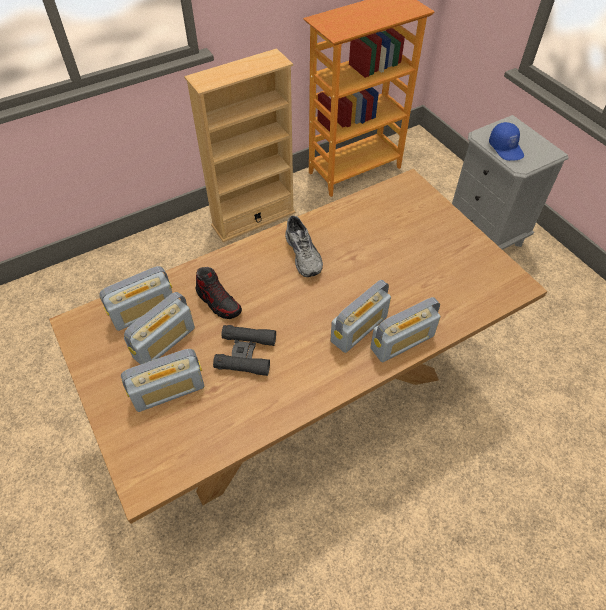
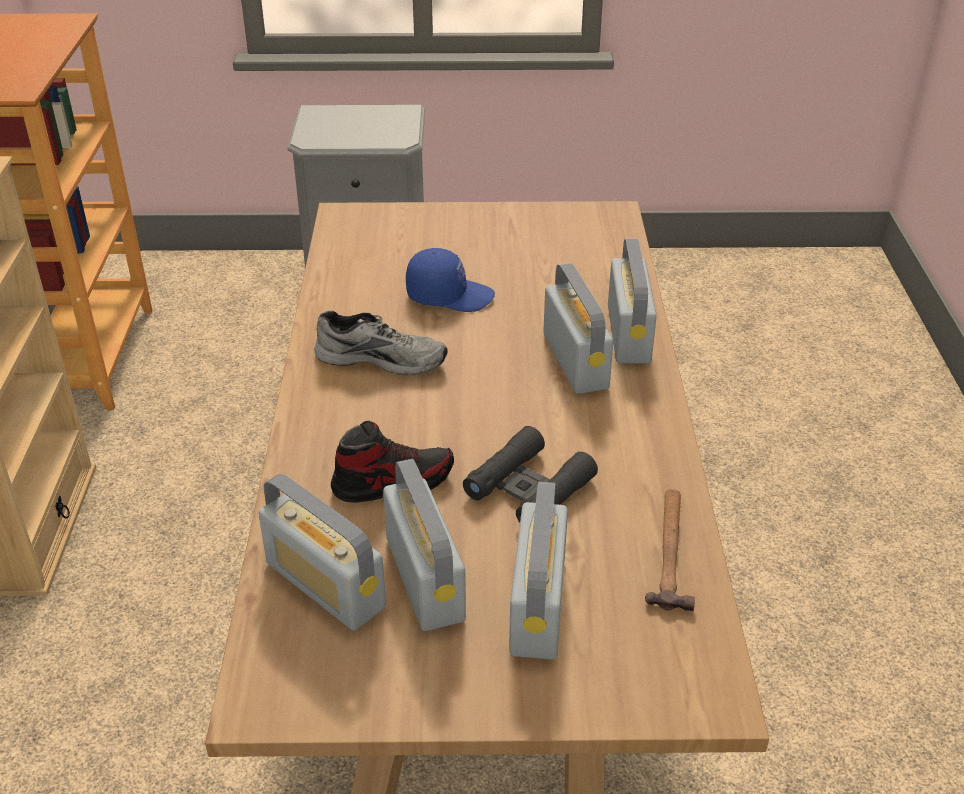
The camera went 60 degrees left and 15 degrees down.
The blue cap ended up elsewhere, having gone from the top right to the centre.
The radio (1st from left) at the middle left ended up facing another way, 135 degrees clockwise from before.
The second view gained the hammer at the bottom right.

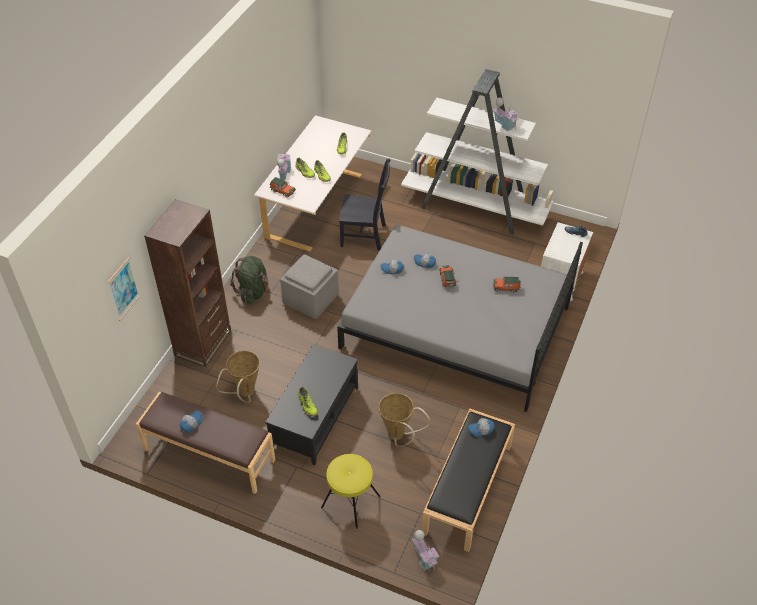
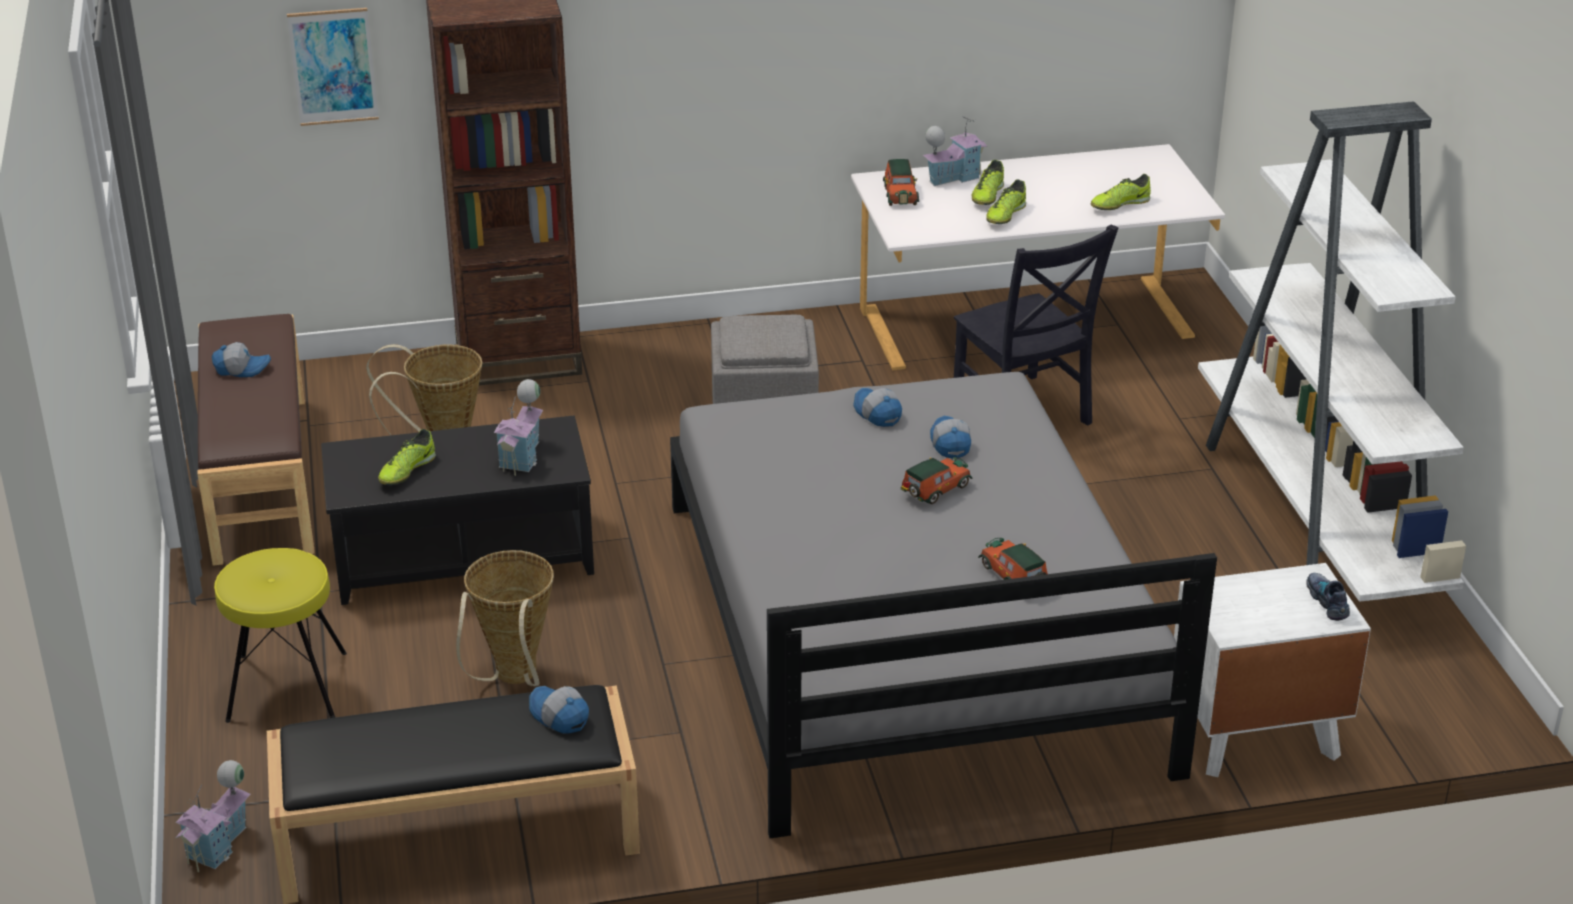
The camera went 55 degrees right and 15 degrees down.
The toy house (3rd from left in the first image) ended up elsewhere, having gone from the top right to the middle left.
The second view lost the green backpack at the middle left.

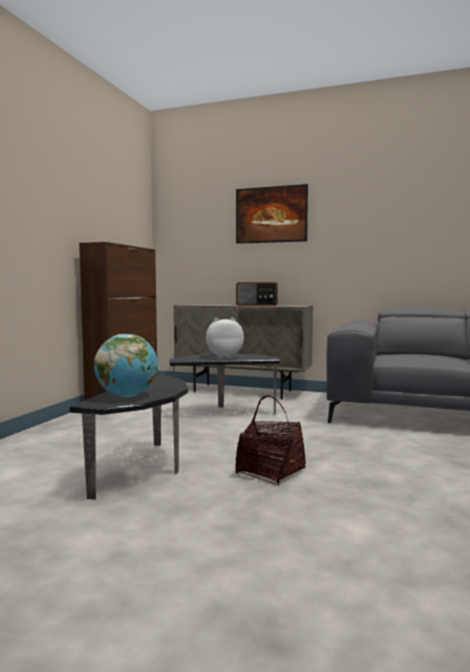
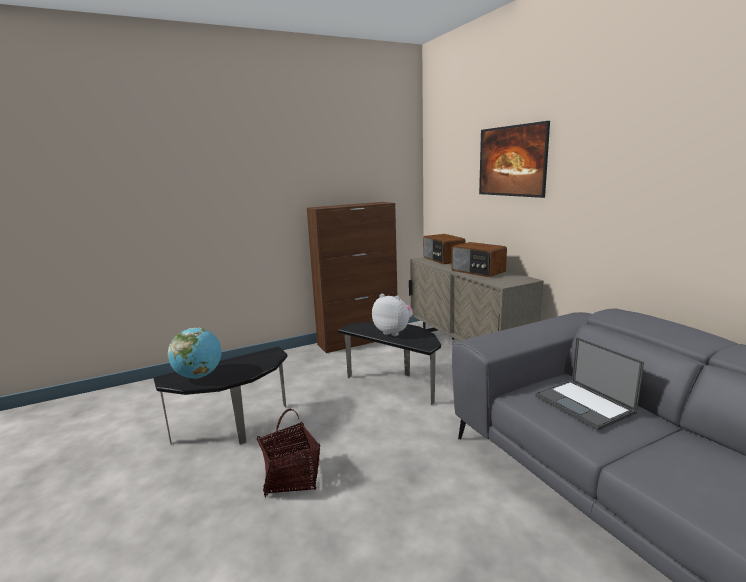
The camera went 45 degrees right and 10 degrees up.
The second view gained the radio (1st from left) at the centre.
The second view gained the laptop at the middle right.

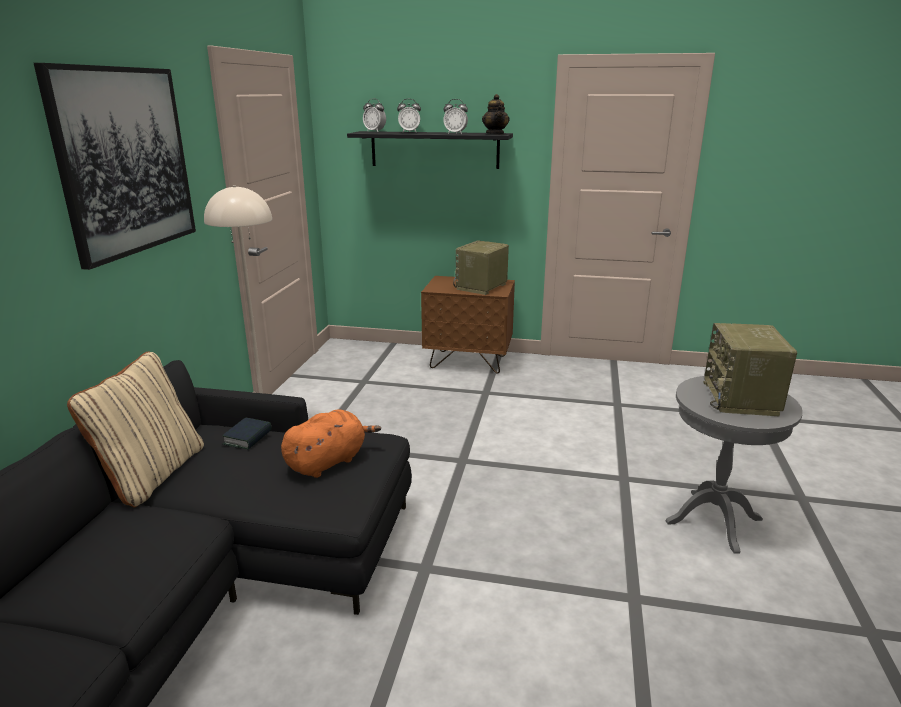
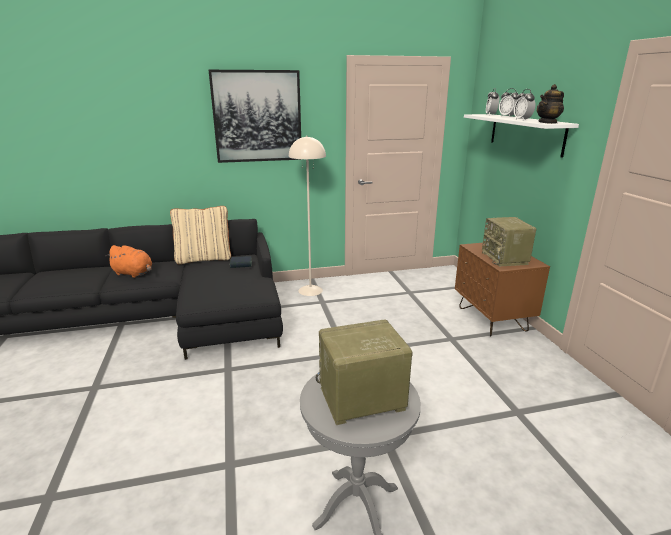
The camera went 65 degrees right and 0 degrees up.
What was the black shelf at the top centre turned into the white shelf at the top right.
The radio (1st from left in the first image) at the centre ended up facing another way, 105 degrees counterclockwise from before.
The orange plush toy ended up elsewhere, having gone from the centre to the middle left.

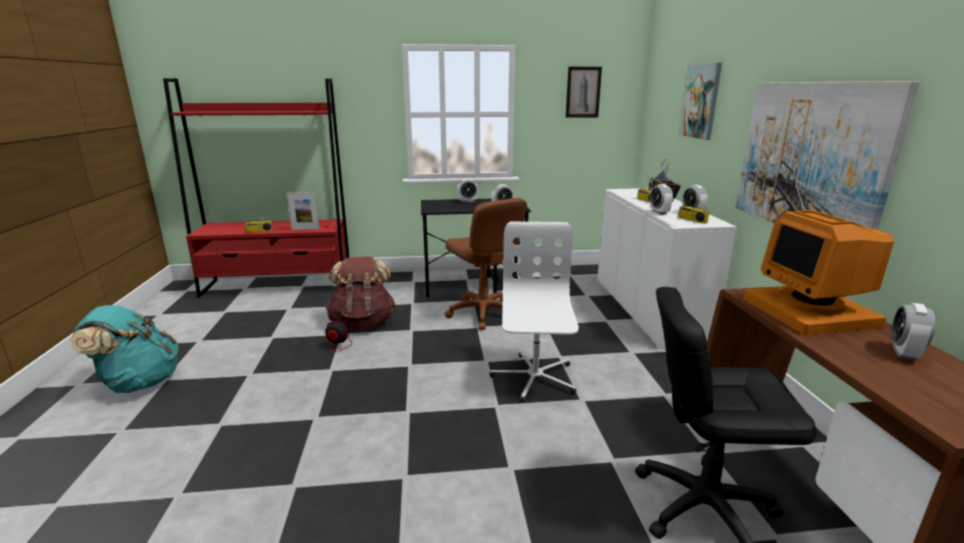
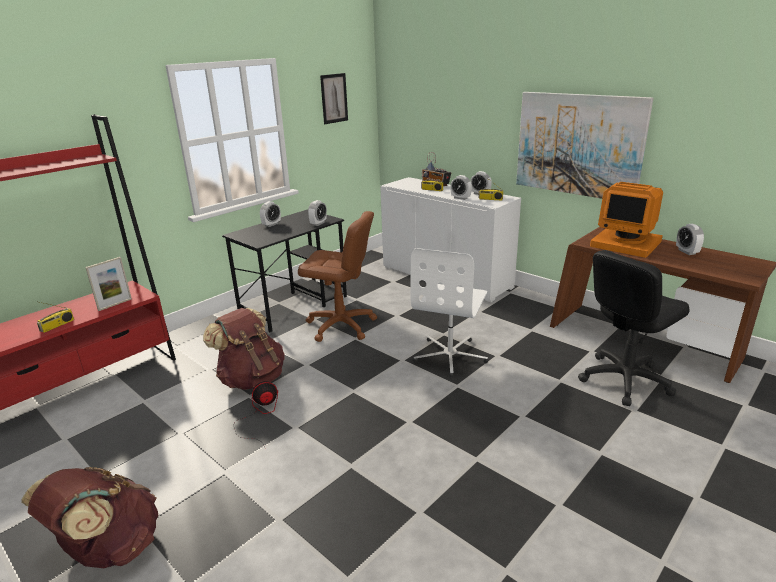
The camera went 40 degrees left and 5 degrees up.
The second view lost the picture (2nd from left) at the top right.
The white office chair at the centre ended up facing another way, 120 degrees counterclockwise from before.
What was the turquoise backpack at the middle left turned into the brown backpack (1st from left) at the bottom left.

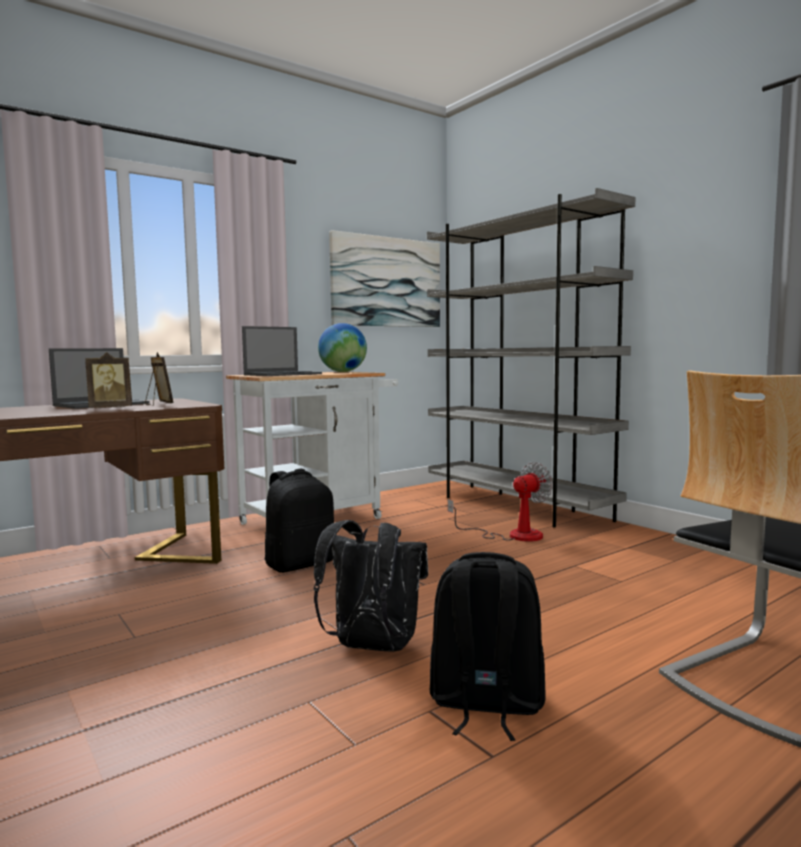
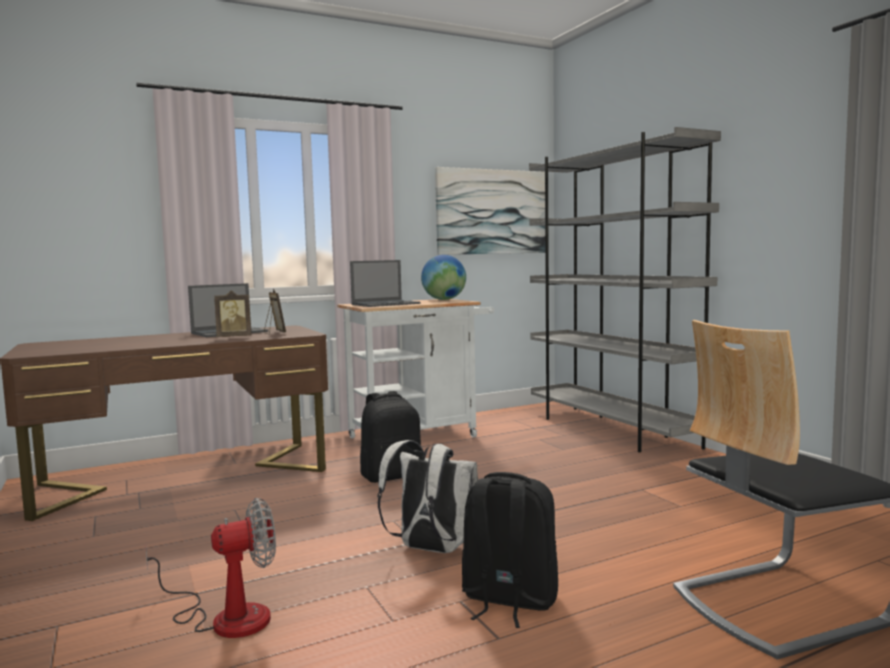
The camera went 10 degrees right and 0 degrees up.
The fan ended up elsewhere, having gone from the centre to the bottom left.
What was the black backpack (2nd from left) at the bottom centre turned into the white backpack at the bottom centre.

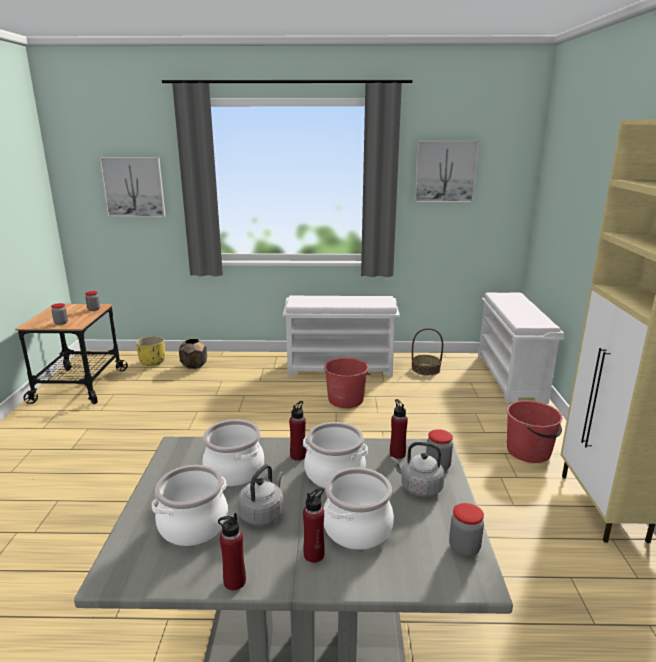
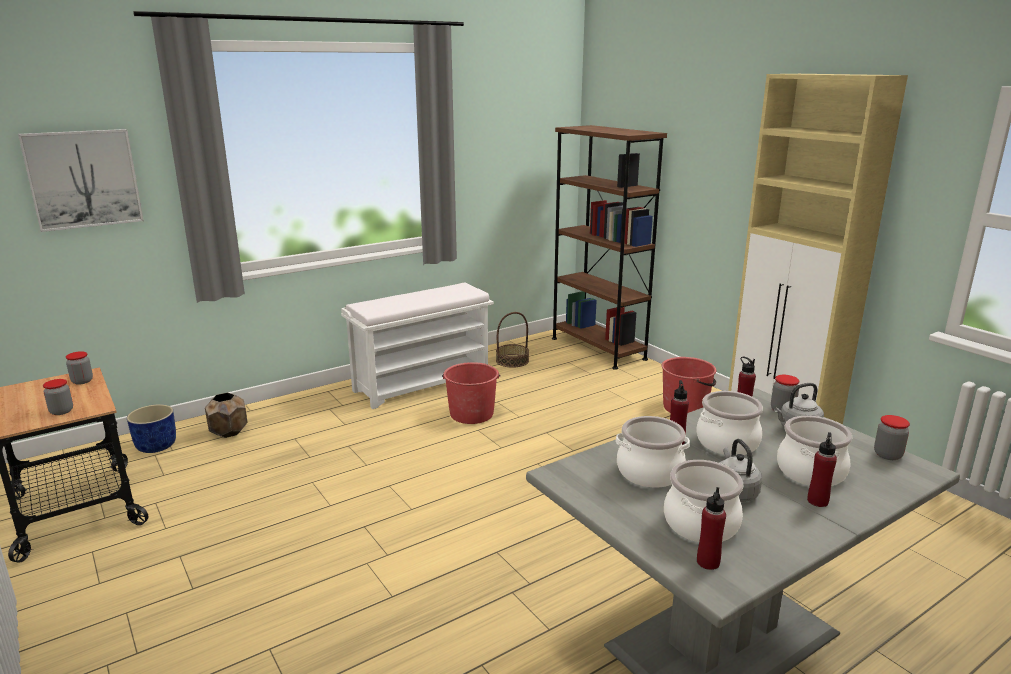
The camera went 35 degrees left and 0 degrees up.
The second view lost the picture (2nd from left) at the top right.
Where the white bench (2nd from left) stood at the middle right, the brown bookcase came to stand at the centre.
What was the yellow planter at the middle left turned into the blue planter at the middle left.
The red bottle (1st from left in the first image) ended up elsewhere, having gone from the bottom centre to the bottom right.

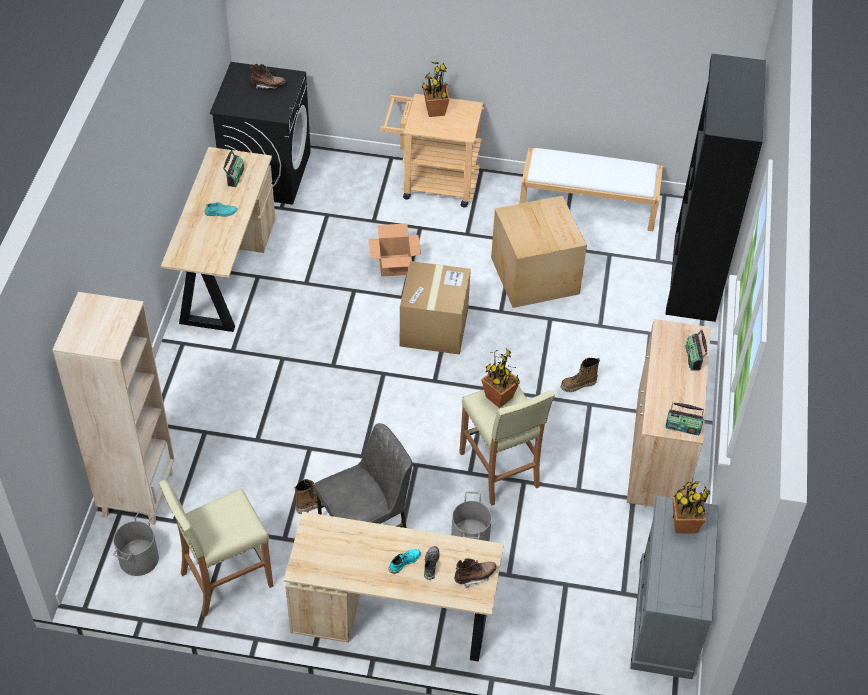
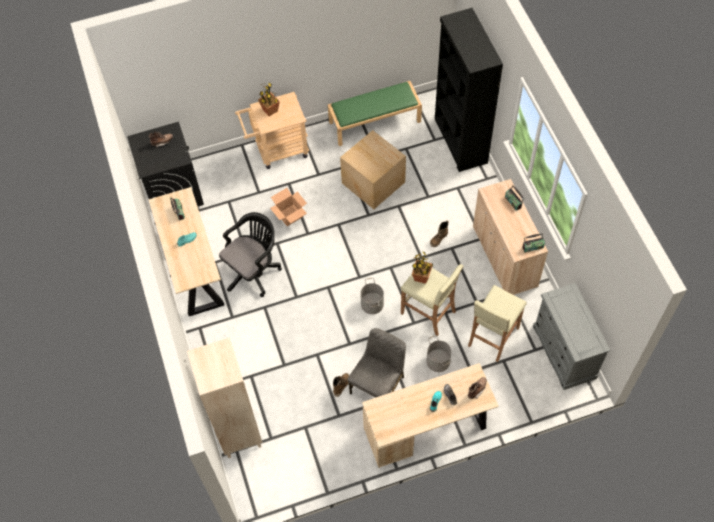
The camera went 25 degrees left and 10 degrees up.
What was the white bench at the top right turned into the green bench at the top centre.
The second view lost the cardboard box (2nd from left) at the centre.
The beige stool (1st from left in the first image) ended up elsewhere, having gone from the bottom left to the middle right.
The second view lost the potted plant (3rd from left) at the bottom right.
The grey bucket (1st from left) ended up elsewhere, having gone from the bottom left to the centre.
The second view gained the black office chair at the centre.

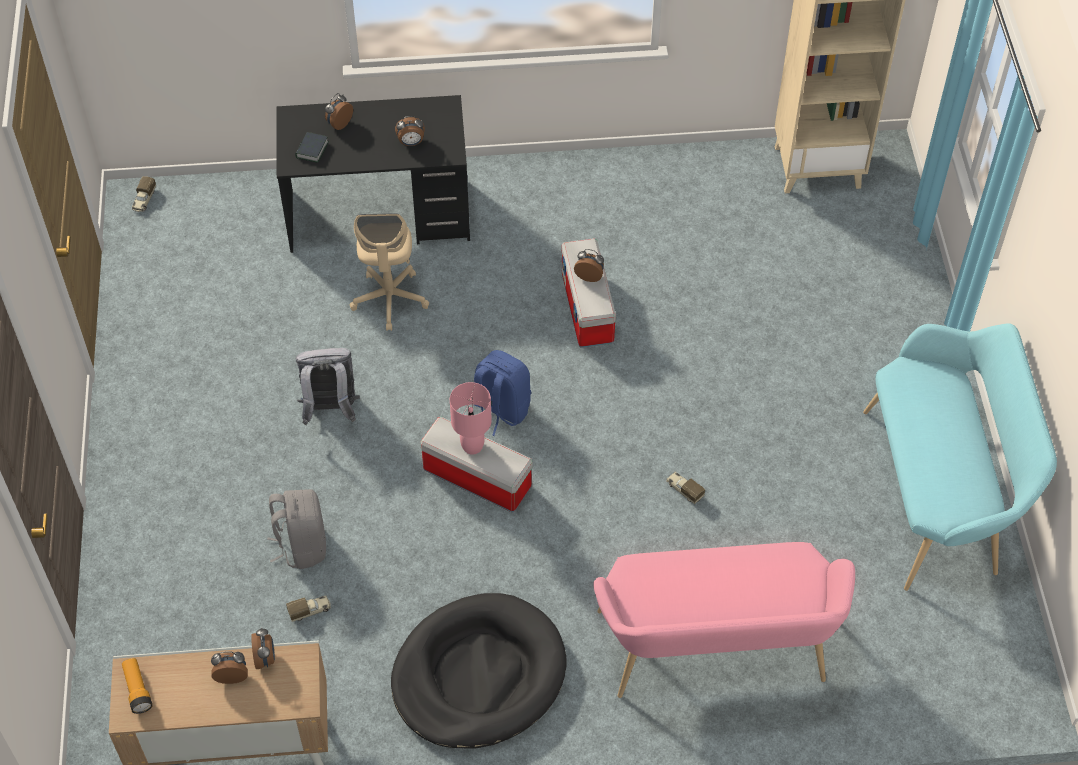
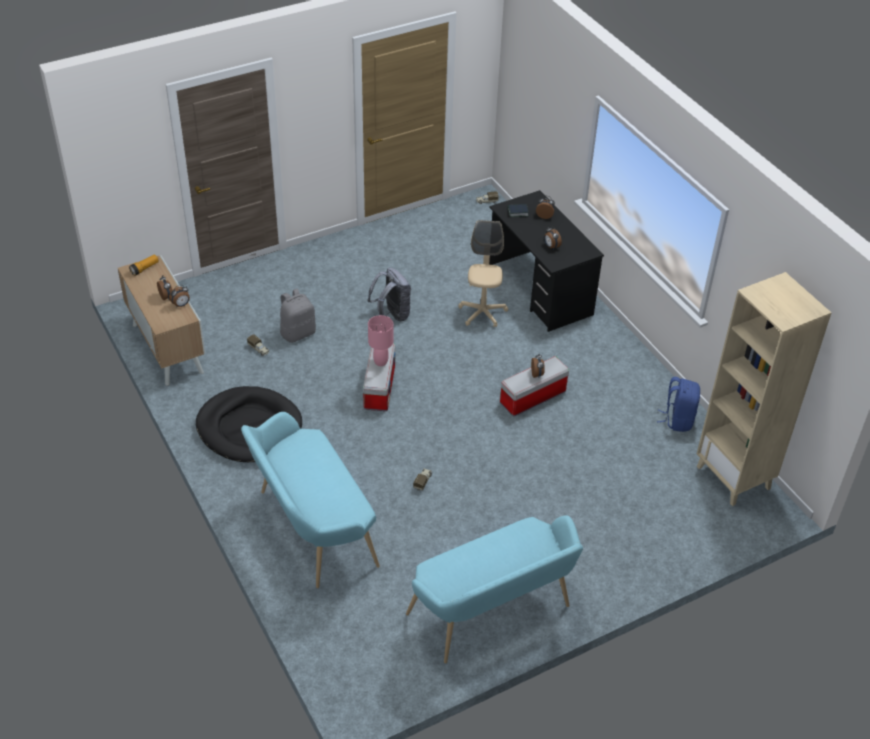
The camera went 65 degrees right and 10 degrees down.
The beige office chair at the centre ended up facing another way, 120 degrees clockwise from before.
The blue backpack ended up elsewhere, having gone from the centre to the middle right.
What was the pink bench at the bottom right turned into the turquoise bench (1st from left) at the bottom centre.

